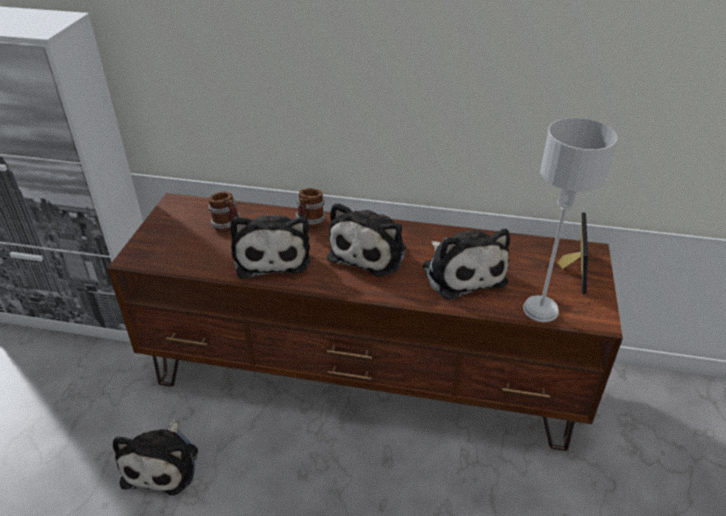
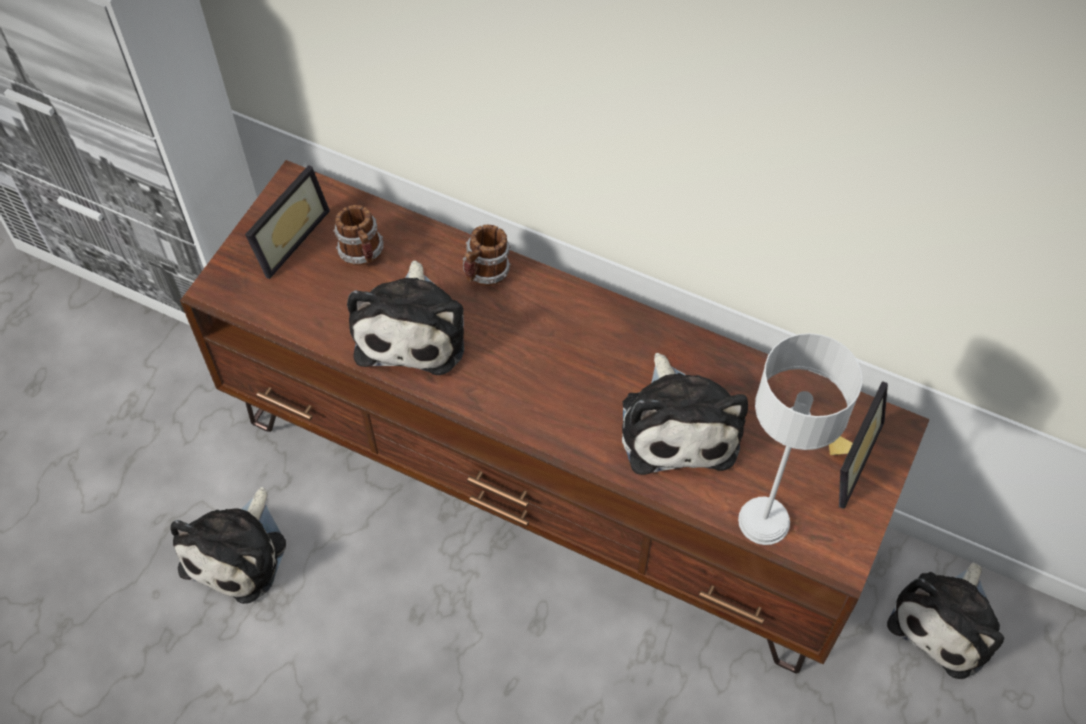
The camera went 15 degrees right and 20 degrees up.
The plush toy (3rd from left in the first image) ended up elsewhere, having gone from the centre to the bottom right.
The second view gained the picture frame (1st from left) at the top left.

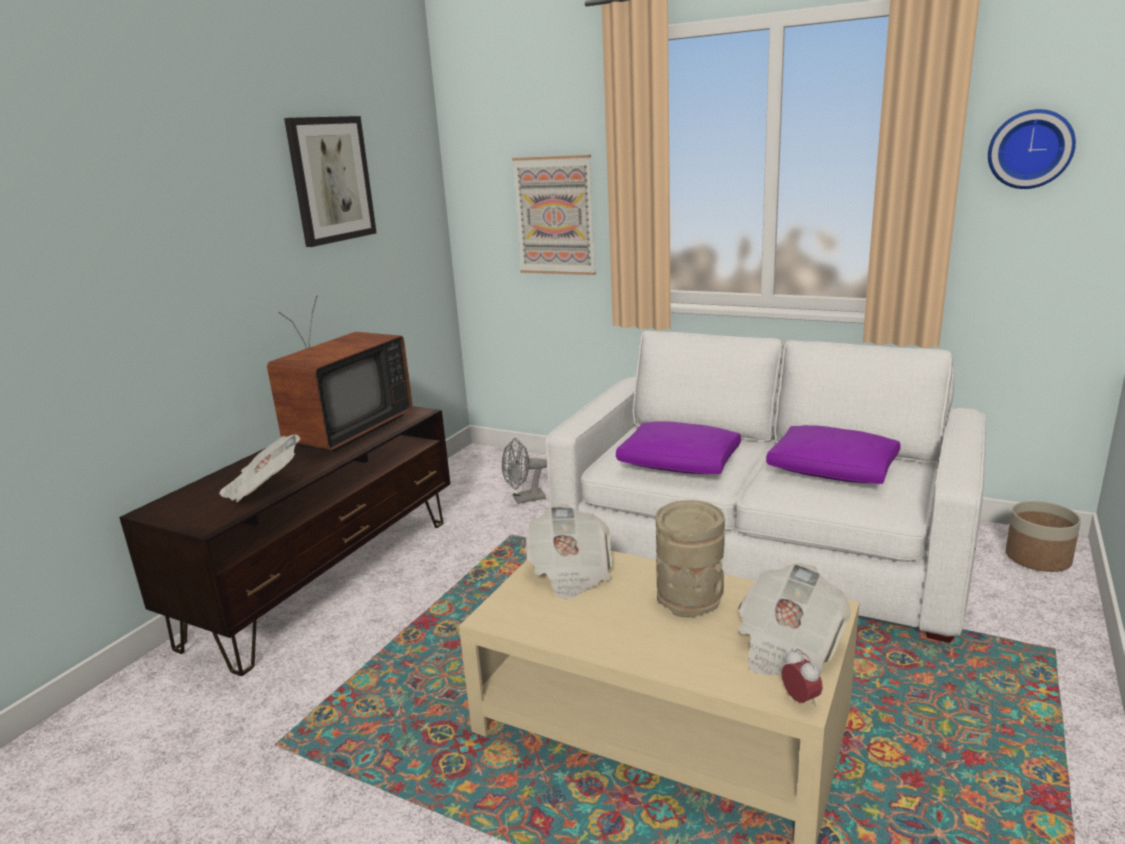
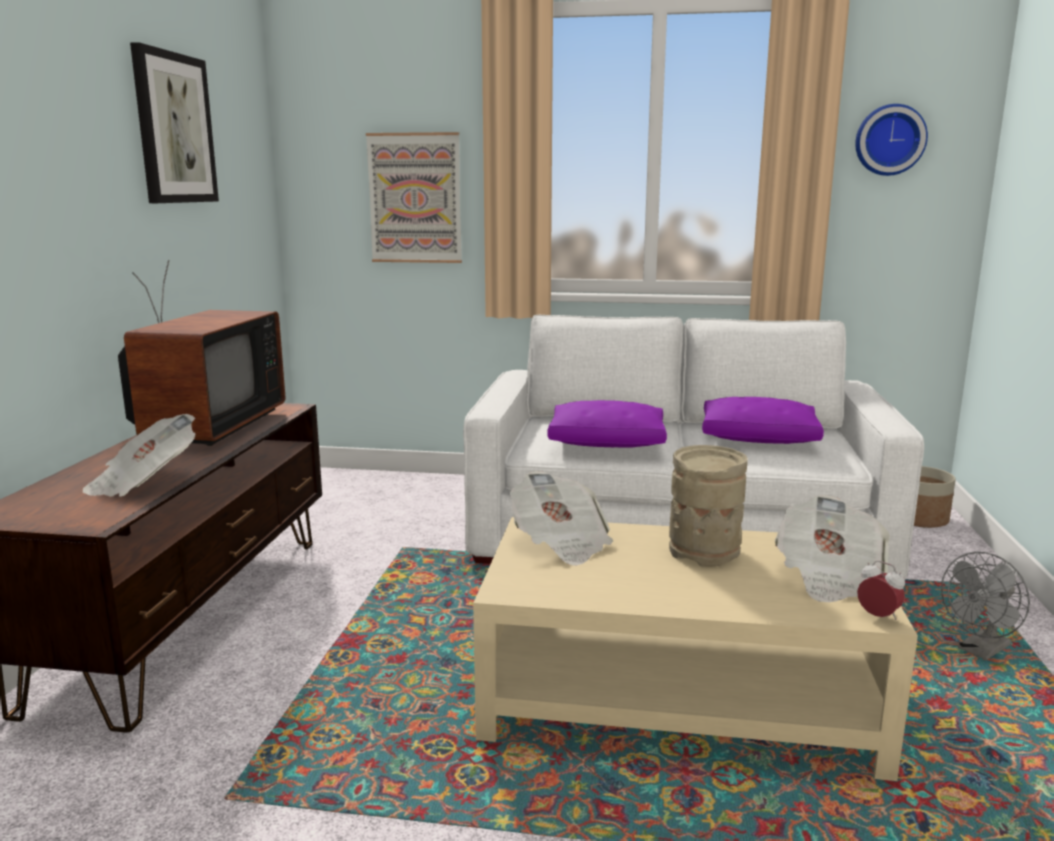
The camera went 20 degrees left and 5 degrees down.
The grey fan ended up elsewhere, having gone from the centre to the bottom right.

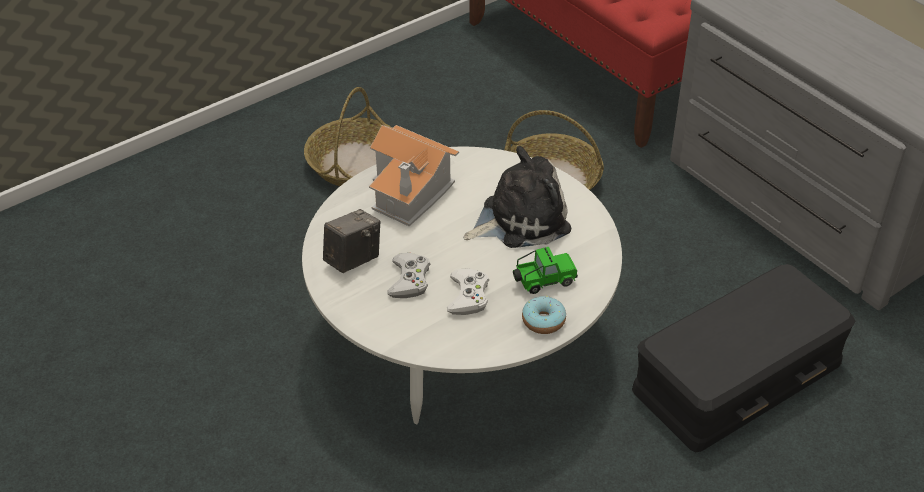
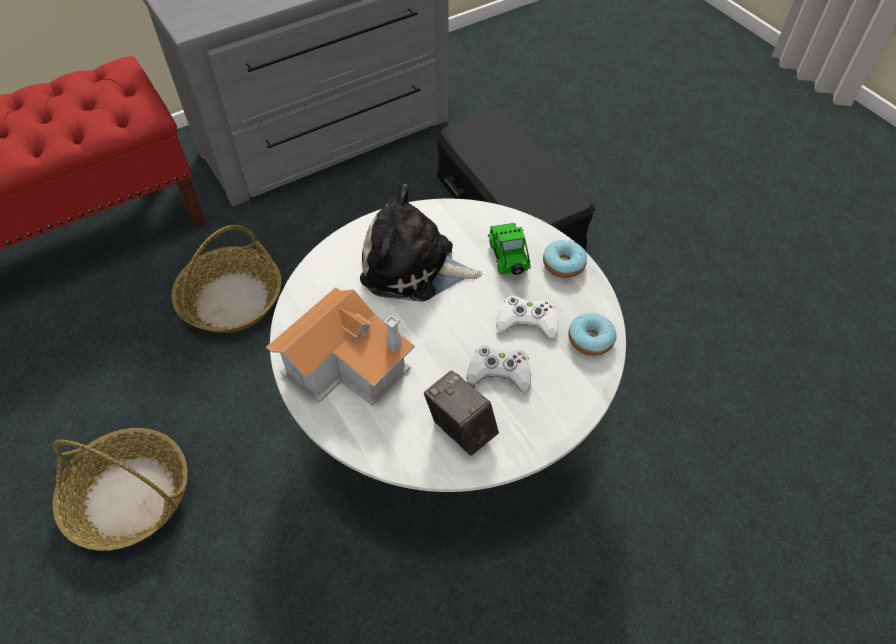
The camera went 85 degrees left and 10 degrees up.
The plush toy at the centre ended up facing another way, 60 degrees counterclockwise from before.
The second view gained the donut (2nd from left) at the centre.

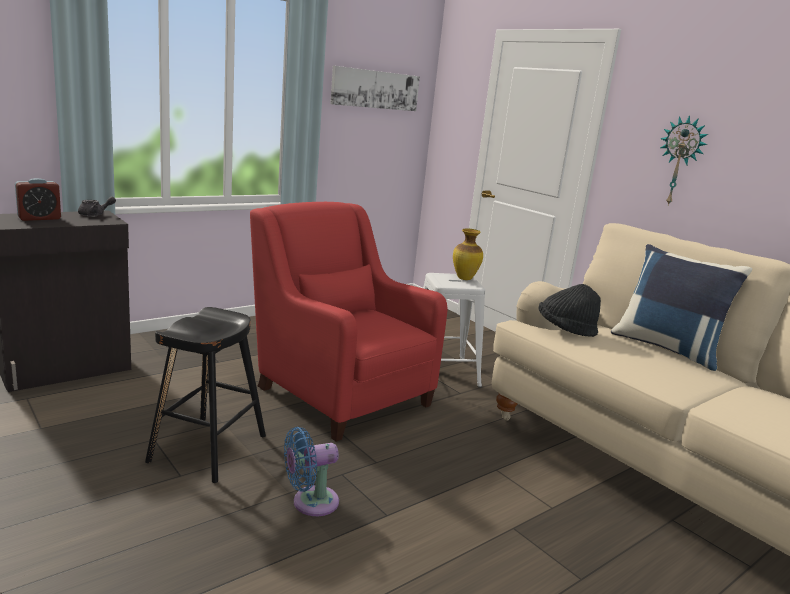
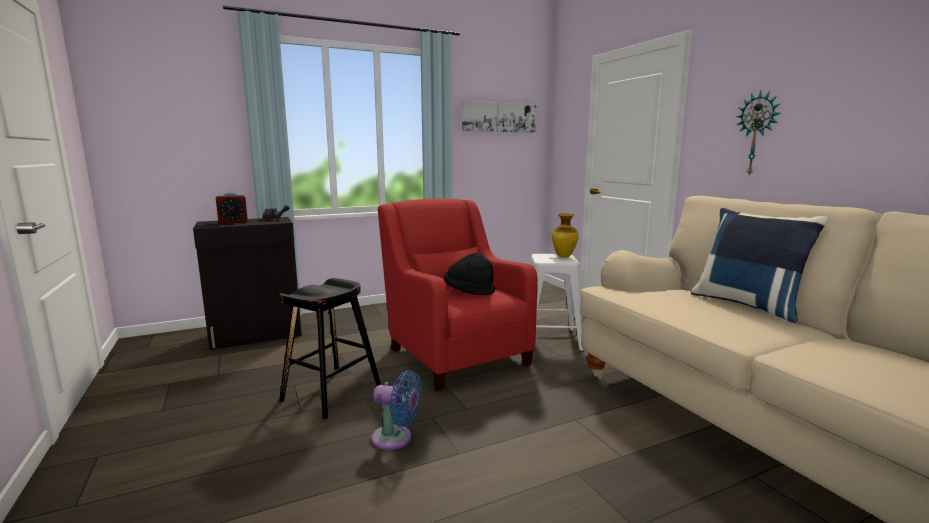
The camera went 15 degrees right and 5 degrees down.
The black hat ended up elsewhere, having gone from the middle right to the centre.
The blue fan at the bottom centre ended up facing another way, 150 degrees counterclockwise from before.

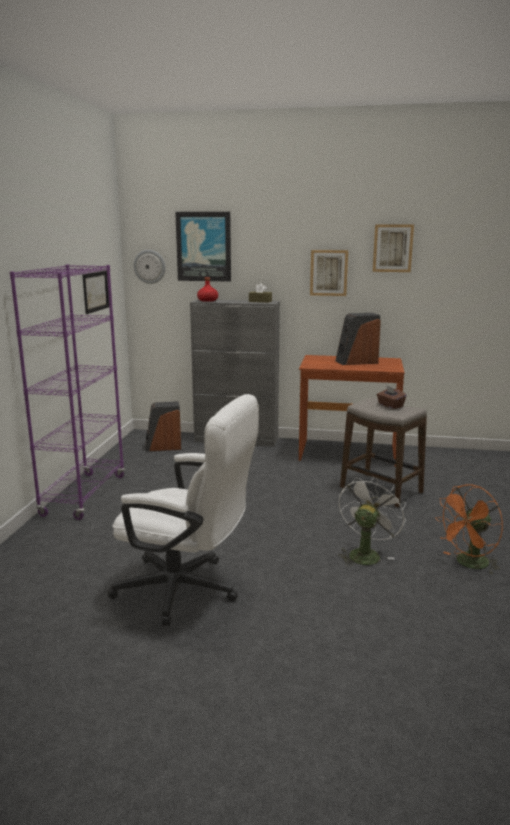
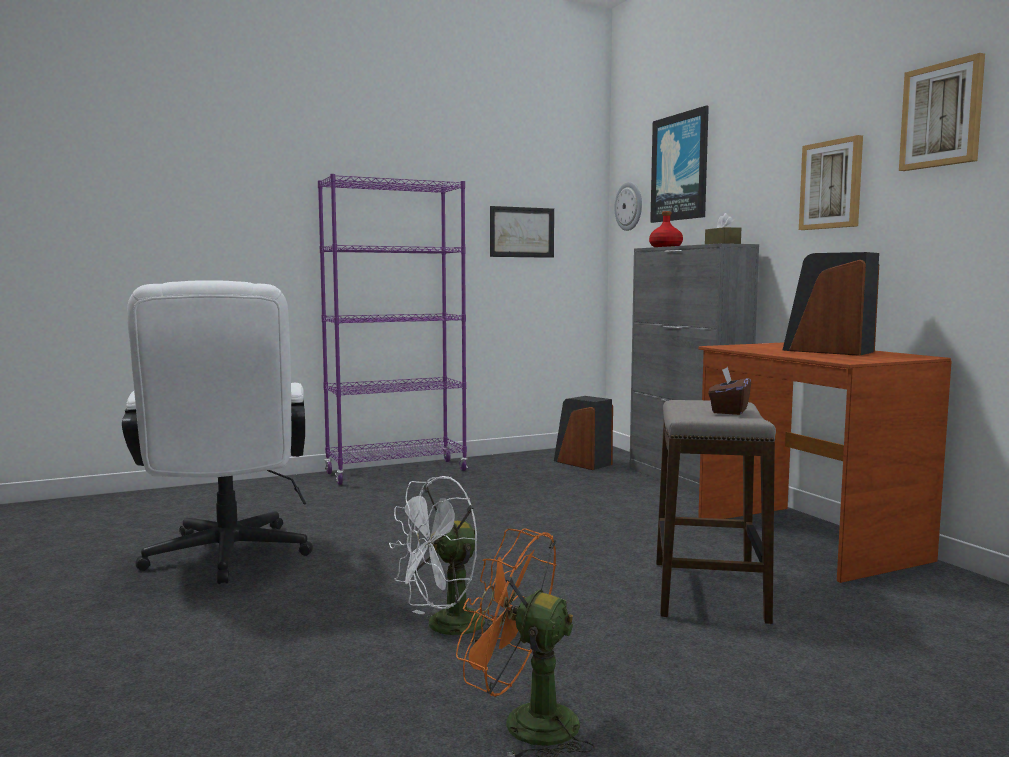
The camera went 55 degrees right and 10 degrees down.
The white fan at the middle right ended up facing another way, 150 degrees clockwise from before.

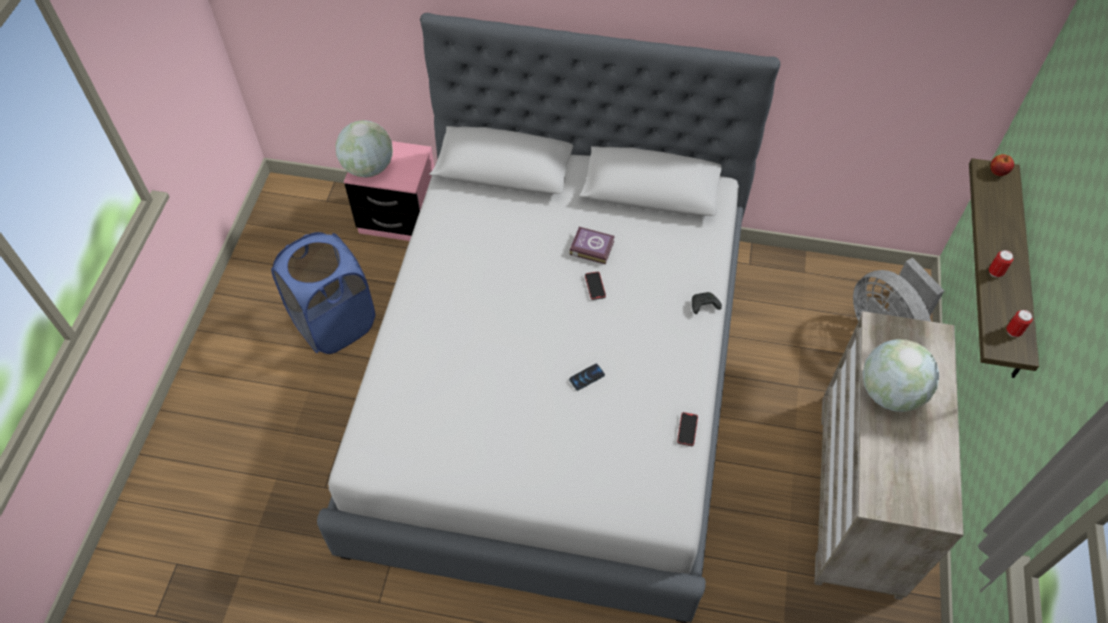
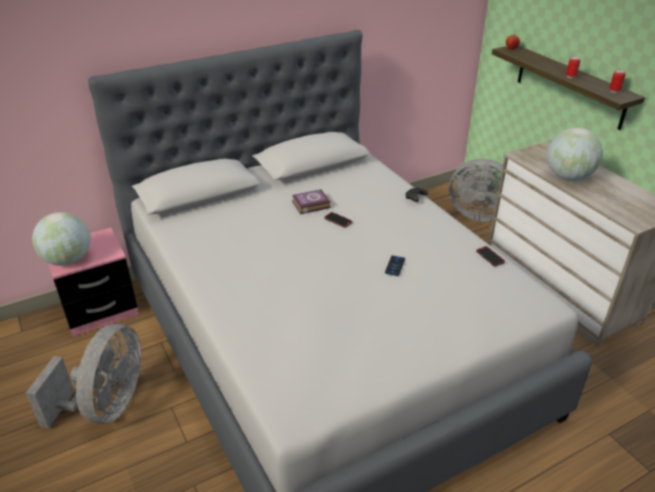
The camera went 40 degrees left and 20 degrees down.
Where the blue laundry basket stood at the middle left, the grey fan (1st from left) came to stand at the bottom left.

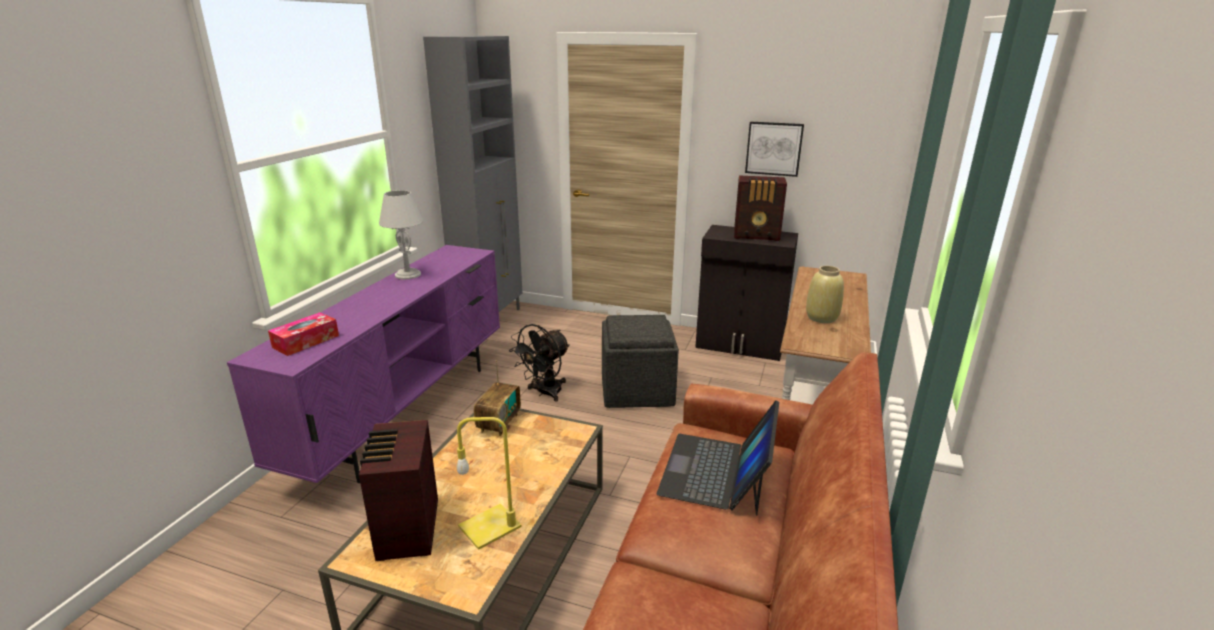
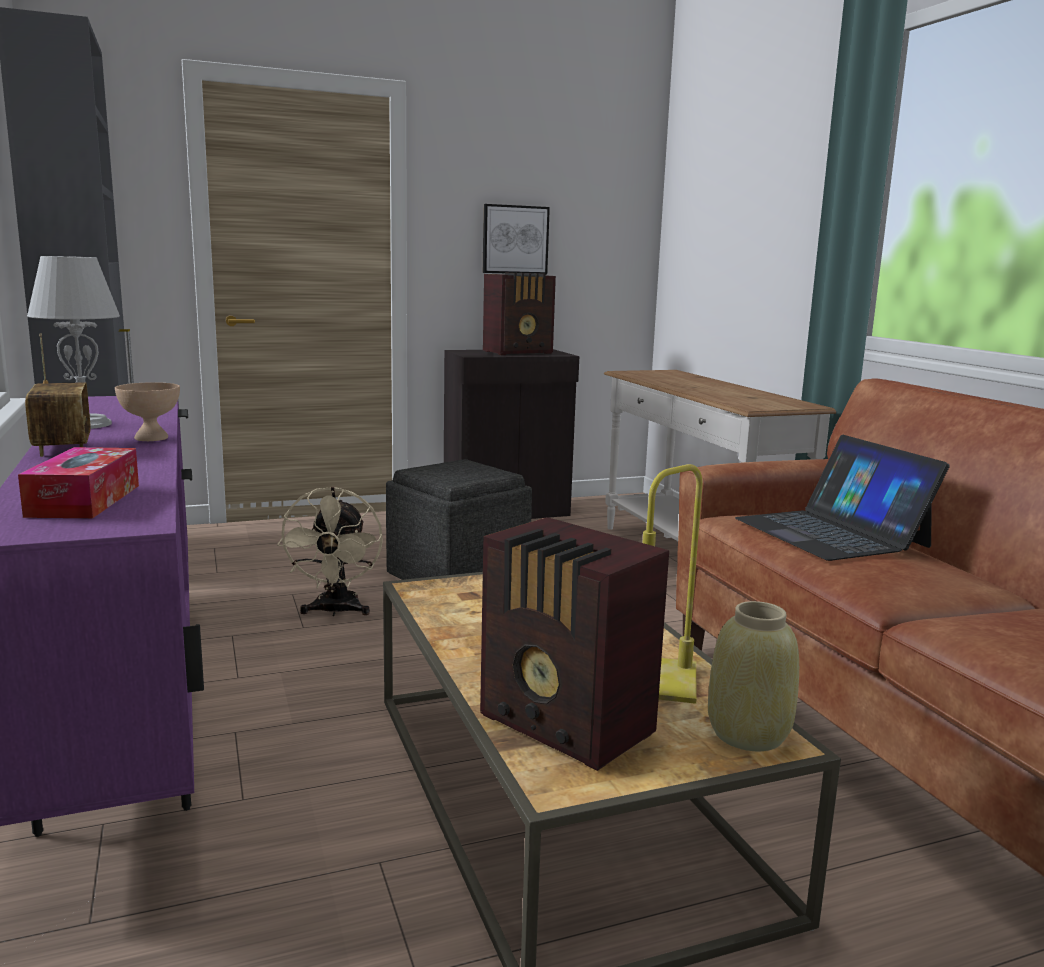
The camera went 40 degrees left and 10 degrees down.
The beige vase ended up elsewhere, having gone from the middle right to the bottom right.
What was the black fan at the centre turned into the beige fan at the middle left.
The radio (2nd from left in the first image) ended up elsewhere, having gone from the centre to the middle left.
The second view gained the beige bowl at the middle left.

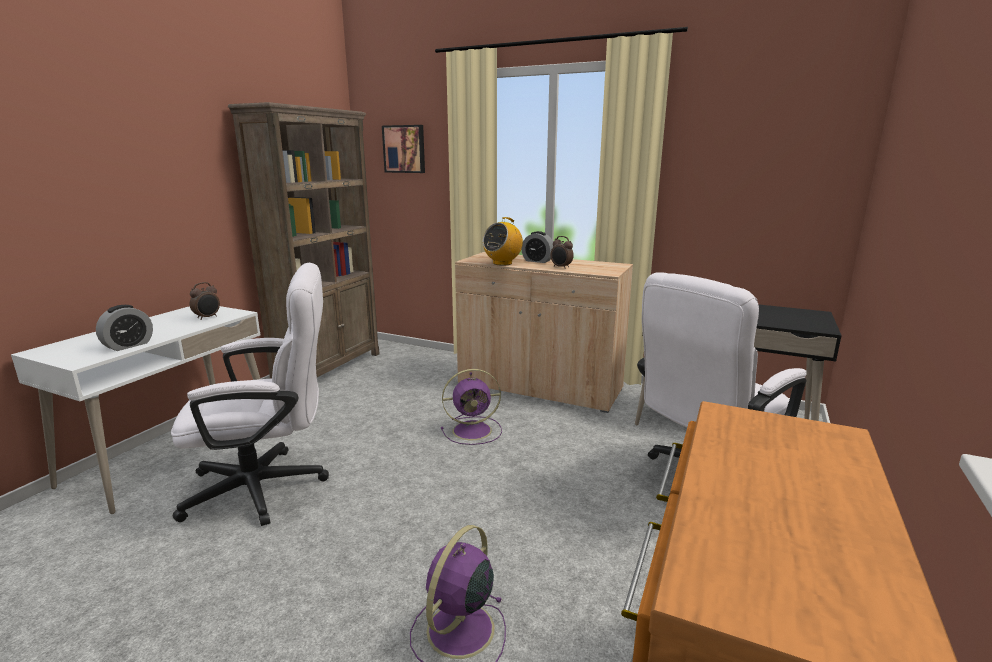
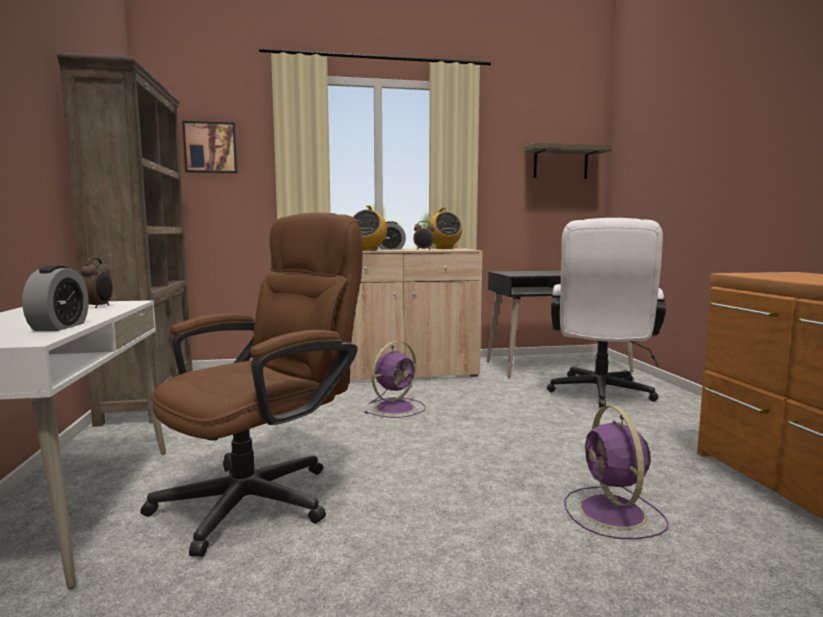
The camera went 35 degrees left and 10 degrees down.
What was the white office chair (1st from left) at the middle left turned into the brown office chair at the middle left.
The second view gained the shelf at the top right.
The second view gained the radio (2nd from left) at the centre.

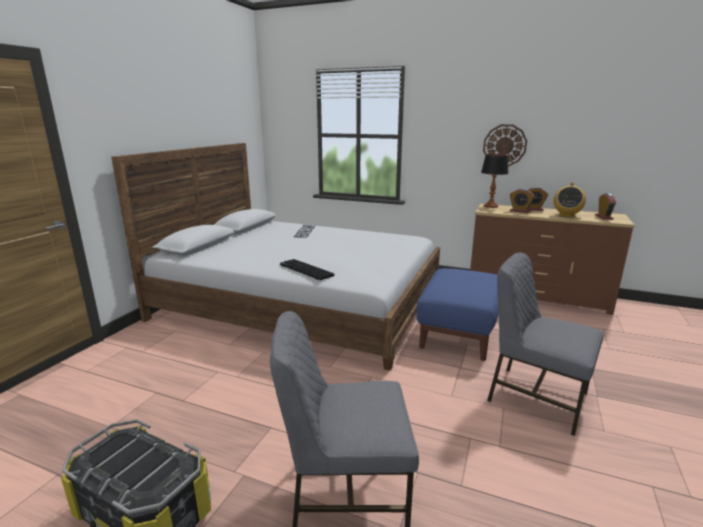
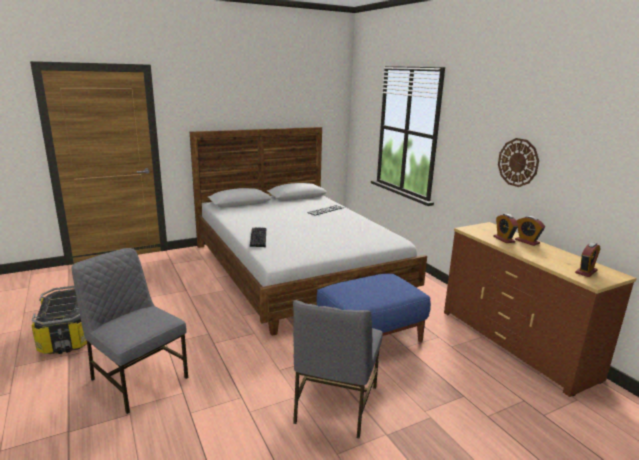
The camera went 40 degrees right and 0 degrees up.
The second view lost the table lamp at the middle right.
The second view lost the radio at the middle right.
The grey chair (2nd from left) at the middle right ended up facing another way, 150 degrees counterclockwise from before.

